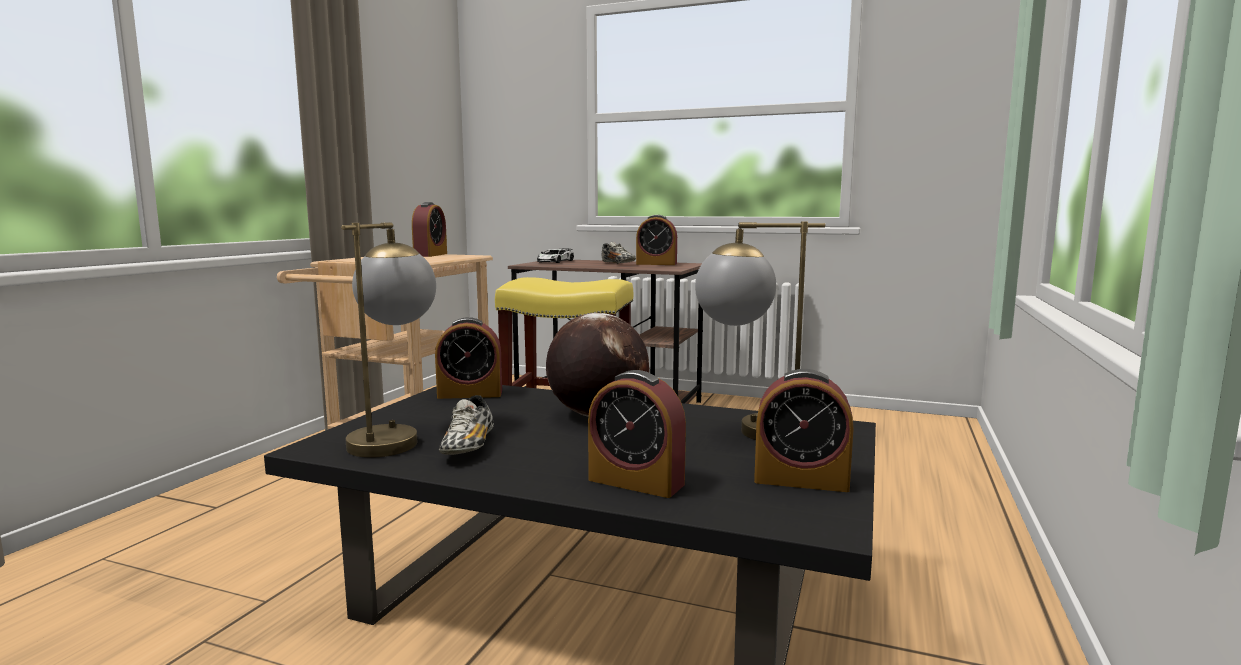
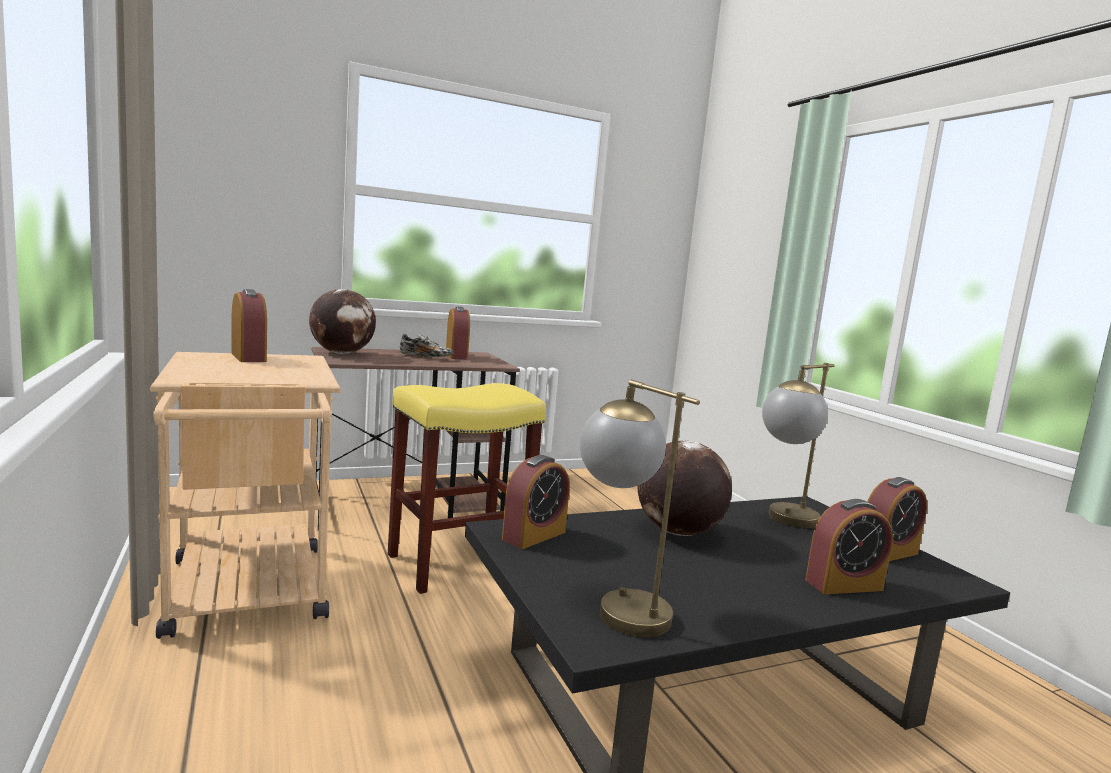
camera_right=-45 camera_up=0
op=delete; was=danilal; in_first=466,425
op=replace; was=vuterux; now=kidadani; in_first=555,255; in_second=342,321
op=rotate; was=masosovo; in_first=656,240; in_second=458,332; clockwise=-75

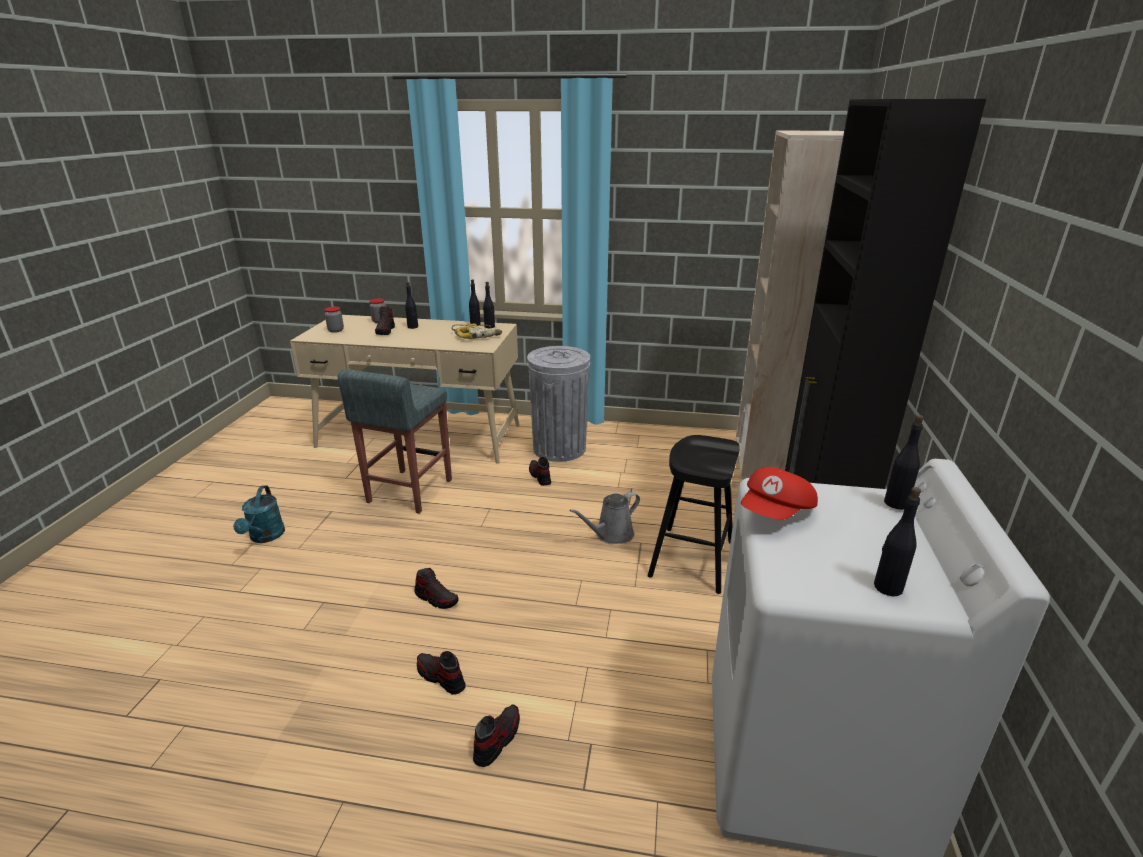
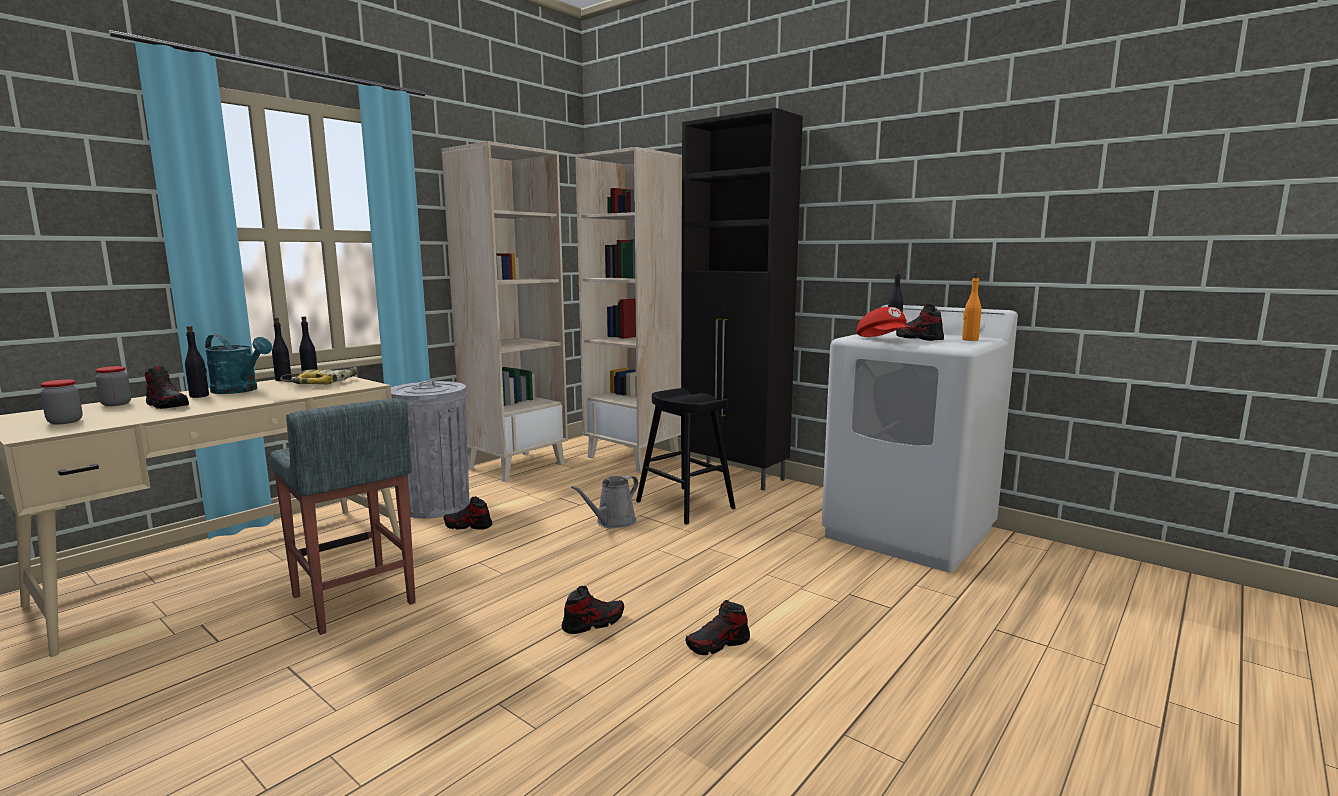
camera_right=-60 camera_up=-15
op=insert; now=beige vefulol; in_second=504,311
op=move; was=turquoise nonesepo; in_first=259,514; in_second=238,364
op=move; was=danilal; in_first=496,735; in_second=920,322
op=recolor; was=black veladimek; now=orange veladimek; in_first=897,542; in_second=971,306
op=rotate; was=grey nonesepo; in_first=605,518; in_second=604,501; clockwise=45

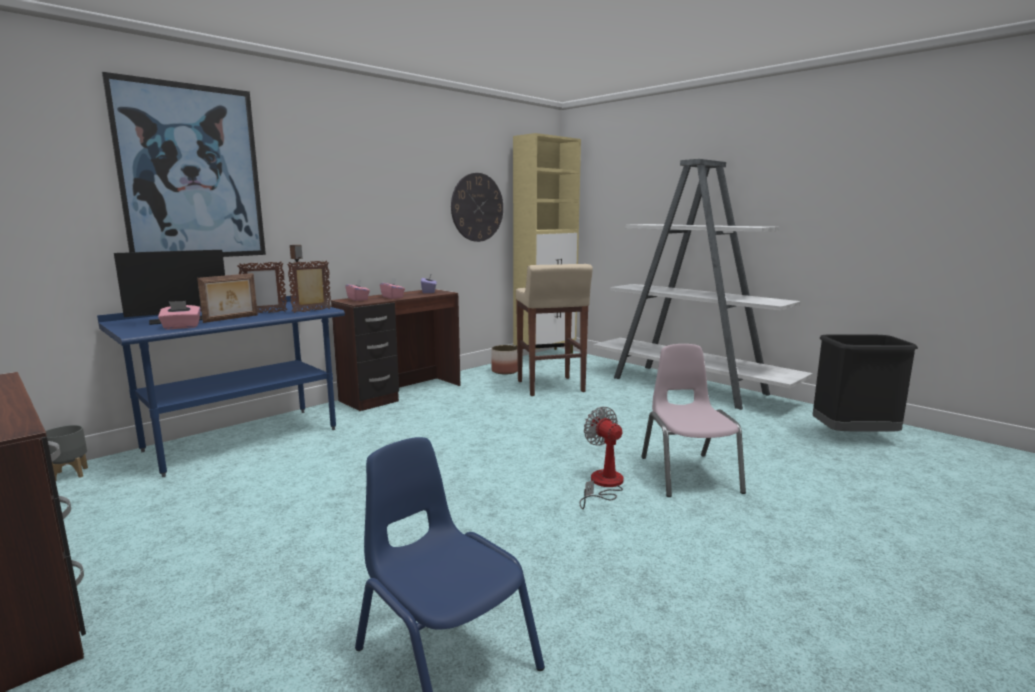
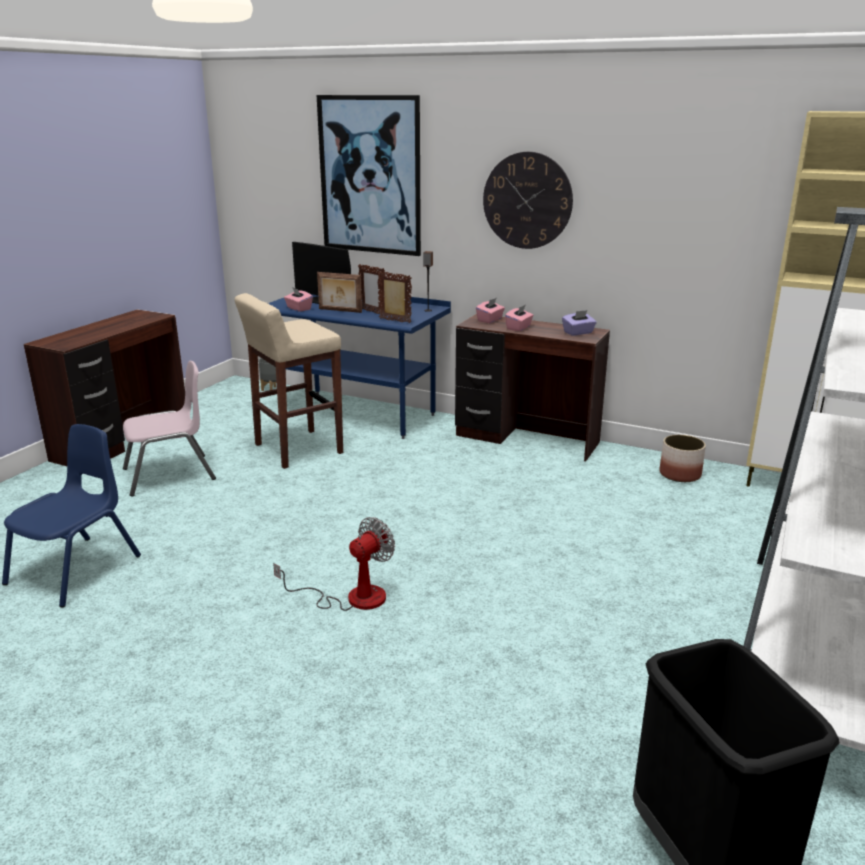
camera_right=70 camera_up=10
op=move; was=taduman; in_first=477,207; in_second=528,200
op=move; was=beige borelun; in_first=554,330; in_second=288,381
op=move; was=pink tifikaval; in_first=693,420; in_second=169,428

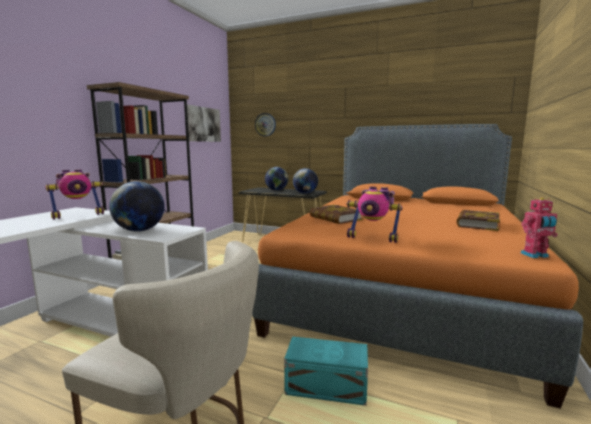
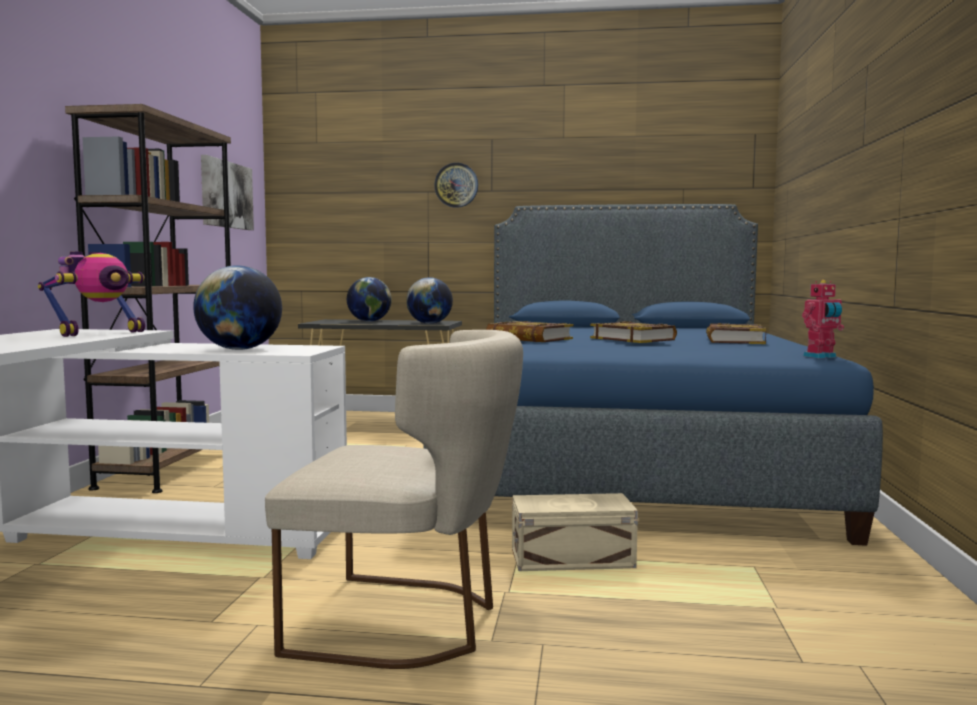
camera_right=-15 camera_up=-5
op=delete; was=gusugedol; in_first=374,215
op=insert; now=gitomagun; in_second=633,332
op=move; was=taduman; in_first=265,124; in_second=456,185
op=recolor; was=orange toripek; now=blue toripek; in_first=417,266; in_second=653,375
op=recolor; was=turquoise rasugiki; now=beige rasugiki; in_first=326,371; in_second=575,532

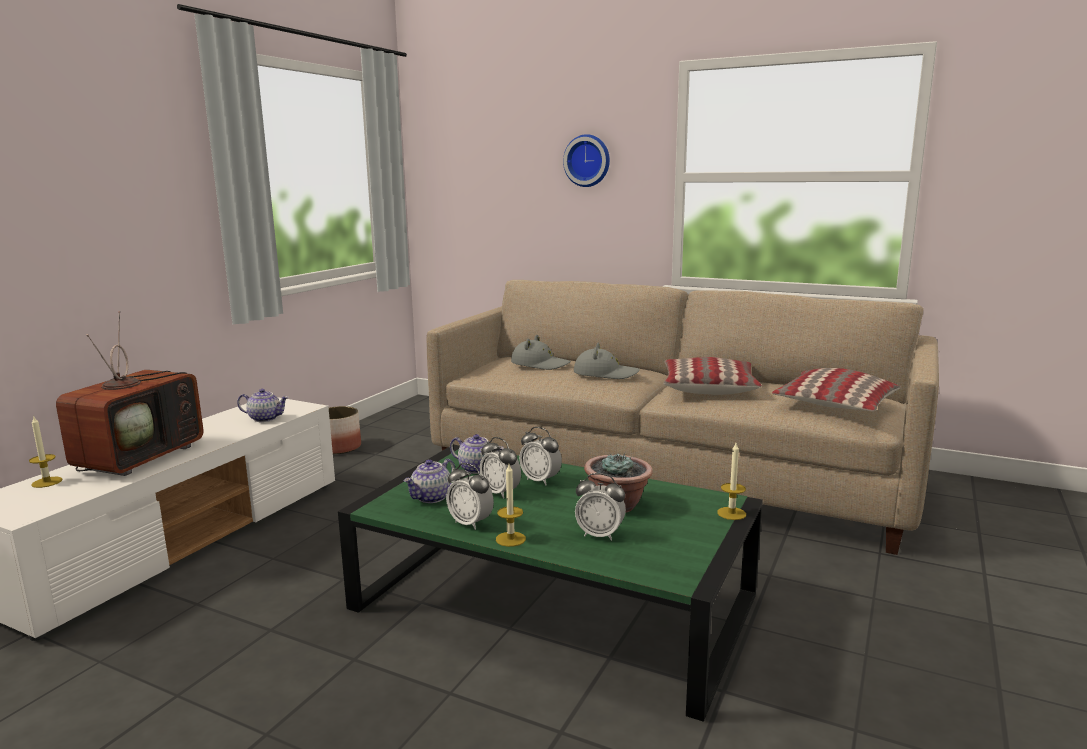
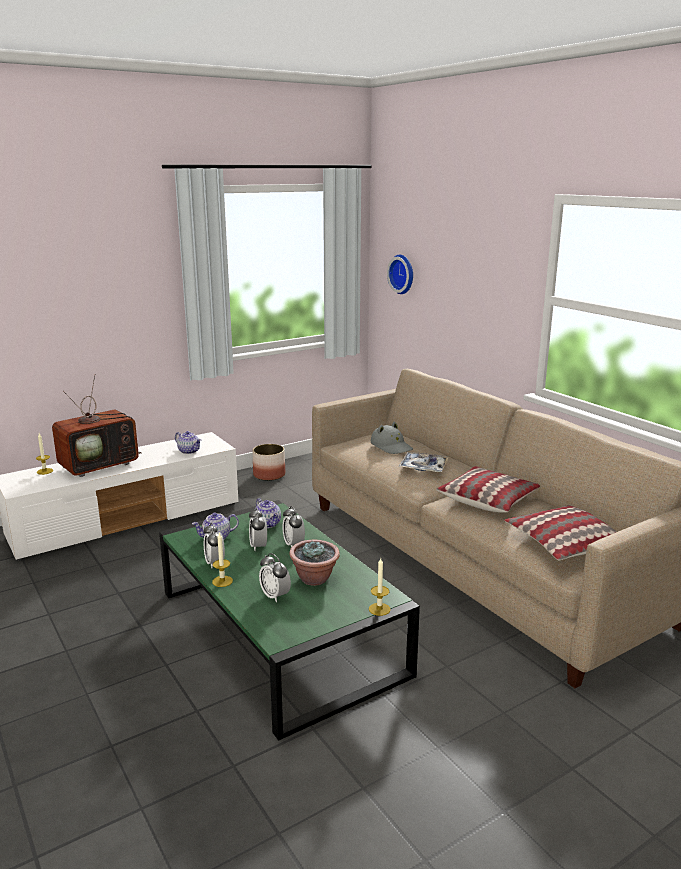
camera_right=30 camera_up=5
op=move; was=taduman; in_first=586,160; in_second=400,274
op=replace; was=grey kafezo; now=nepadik; in_first=607,361; in_second=424,462

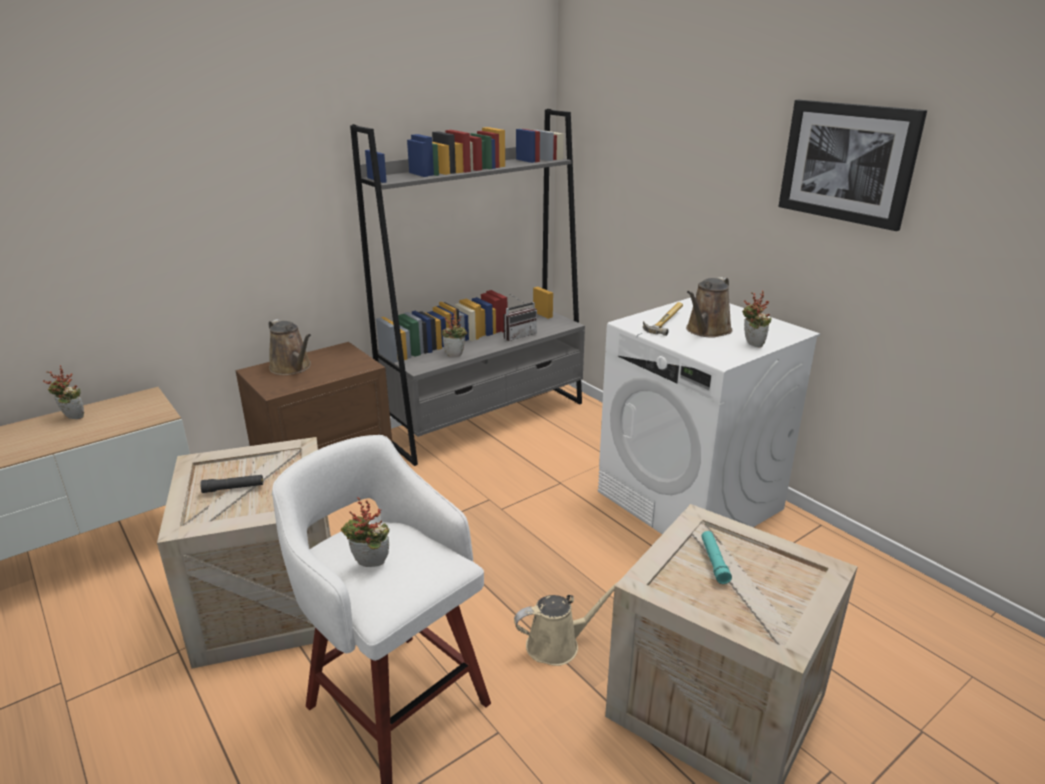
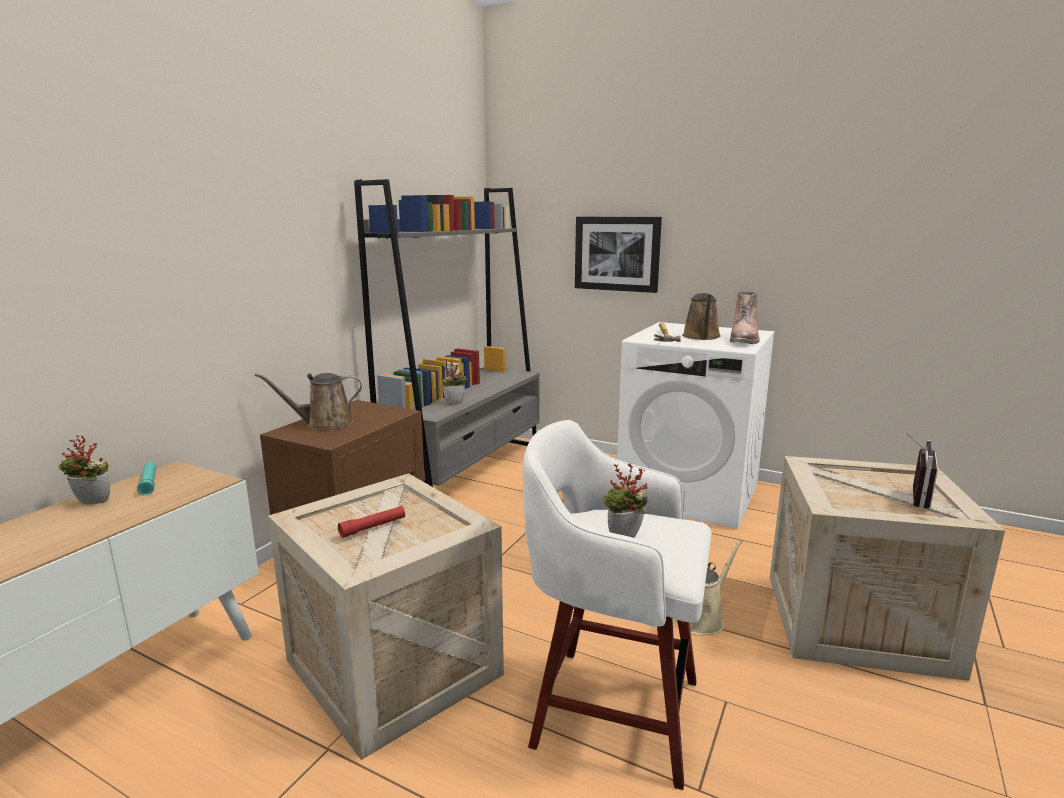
camera_right=-25 camera_up=-10
op=move; was=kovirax; in_first=520,317; in_second=922,471
op=move; was=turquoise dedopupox; in_first=716,557; in_second=147,478
op=move; was=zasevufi; in_first=852,165; in_second=618,255
op=replace; was=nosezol; now=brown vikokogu; in_first=756,319; in_second=745,317
op=recolor; was=black dedopupox; now=red dedopupox; in_first=232,484; in_second=371,522
op=rotate; was=brown nonesepo; in_first=290,347; in_second=308,401; clockwise=135

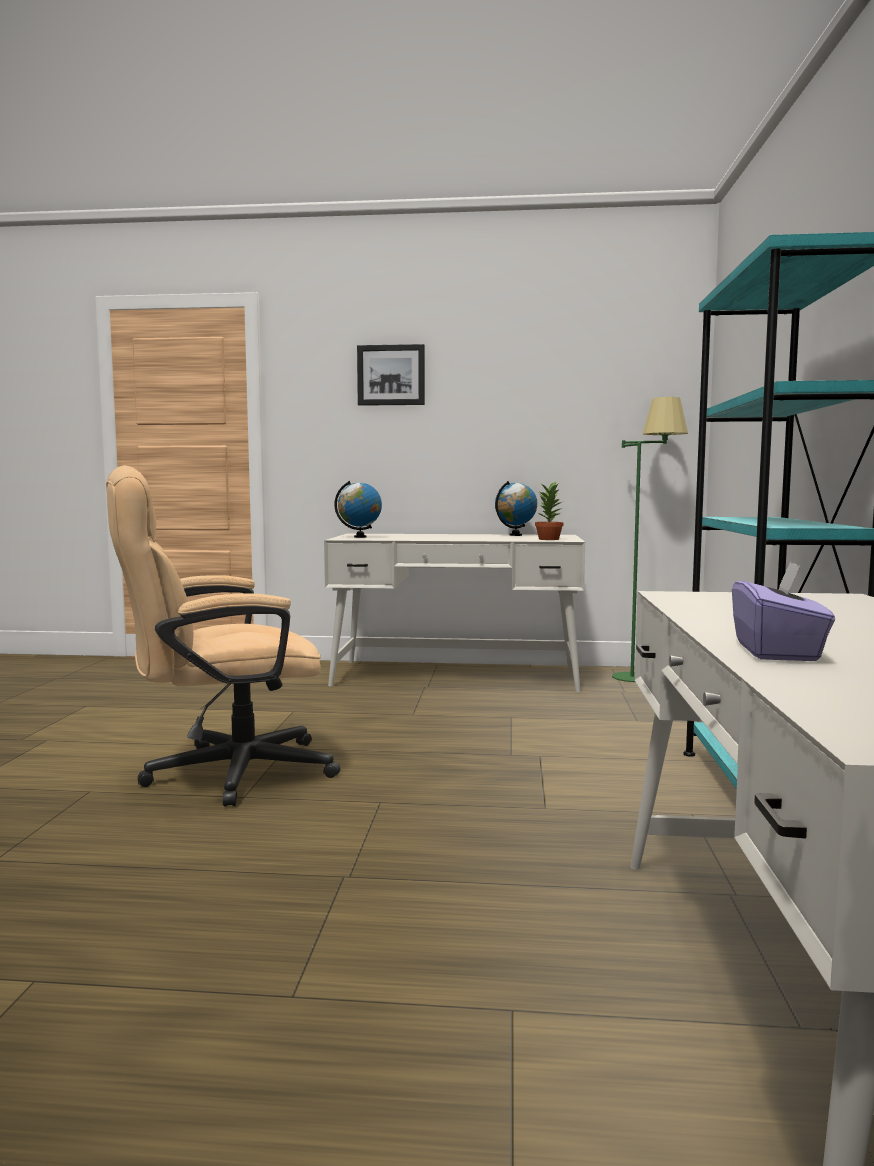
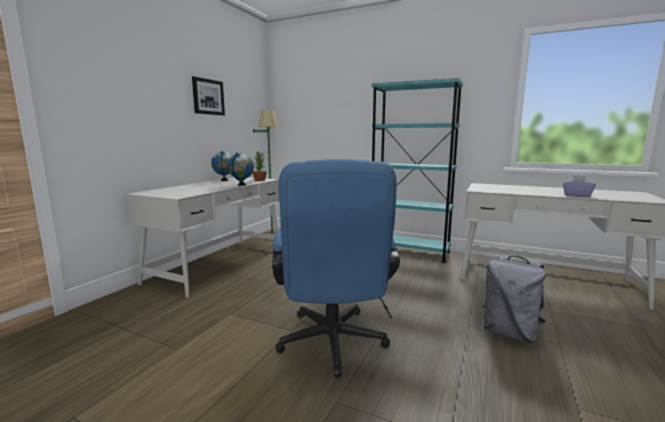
camera_right=-70 camera_up=5
op=insert; now=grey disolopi; in_second=514,299
op=move; was=kidadani; in_first=358,509; in_second=241,169
op=move; was=zasevufi; in_first=391,375; in_second=208,95
op=recolor; was=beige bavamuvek; now=blue bavamuvek; in_first=223,636; in_second=336,268

